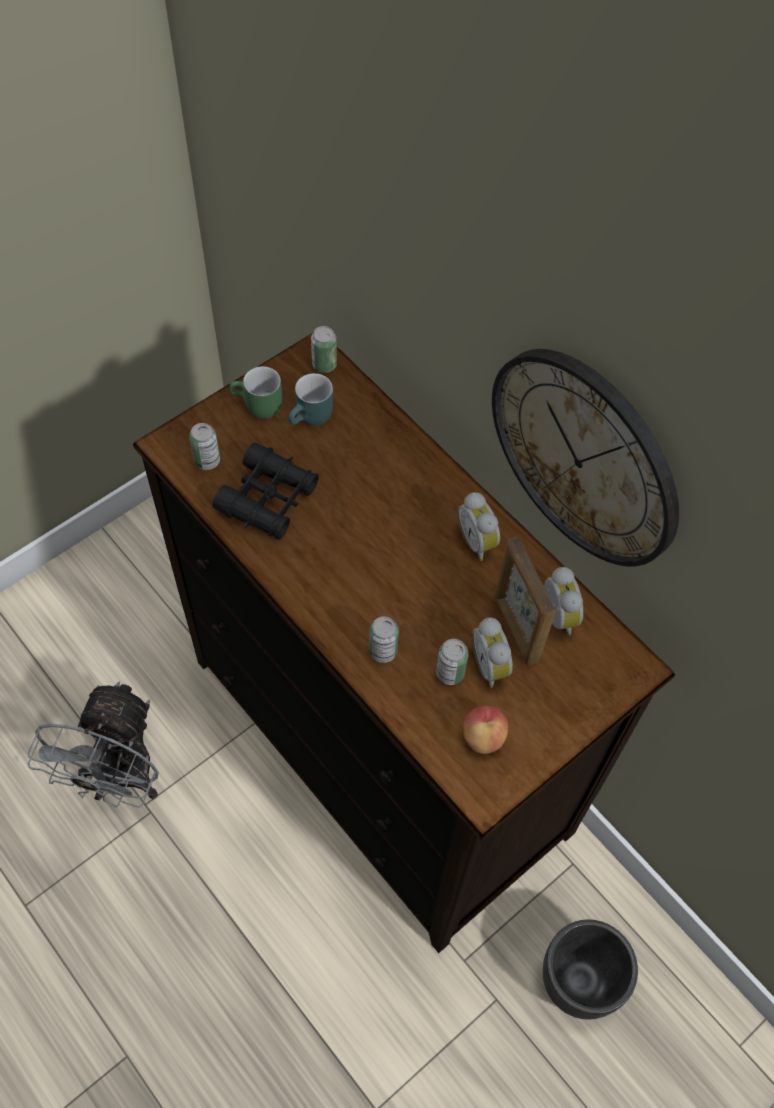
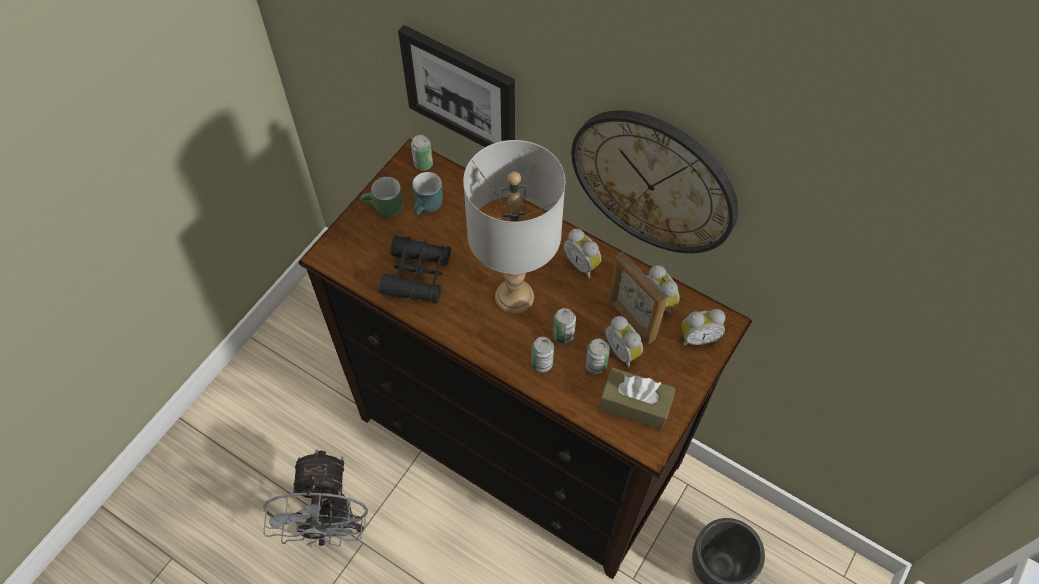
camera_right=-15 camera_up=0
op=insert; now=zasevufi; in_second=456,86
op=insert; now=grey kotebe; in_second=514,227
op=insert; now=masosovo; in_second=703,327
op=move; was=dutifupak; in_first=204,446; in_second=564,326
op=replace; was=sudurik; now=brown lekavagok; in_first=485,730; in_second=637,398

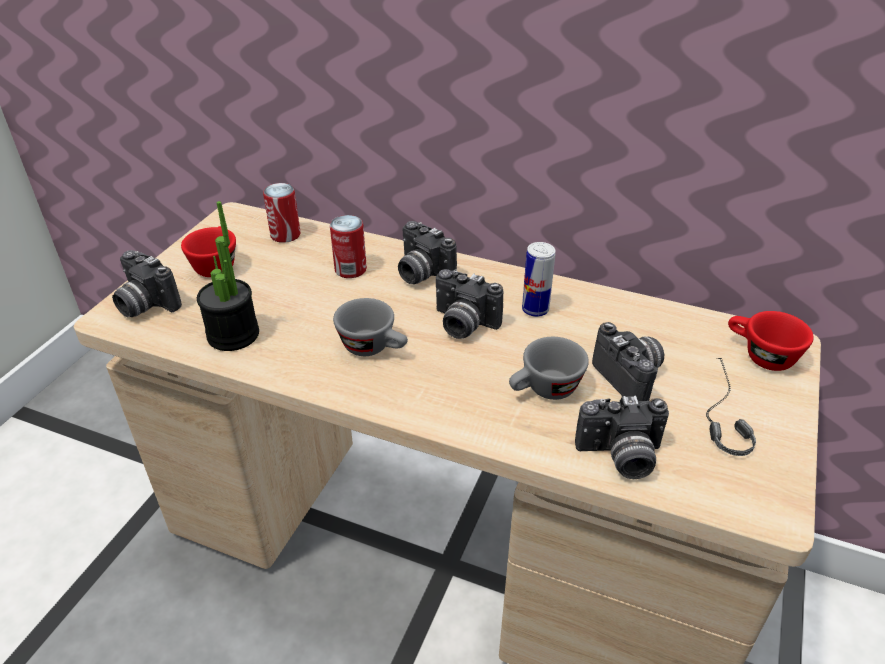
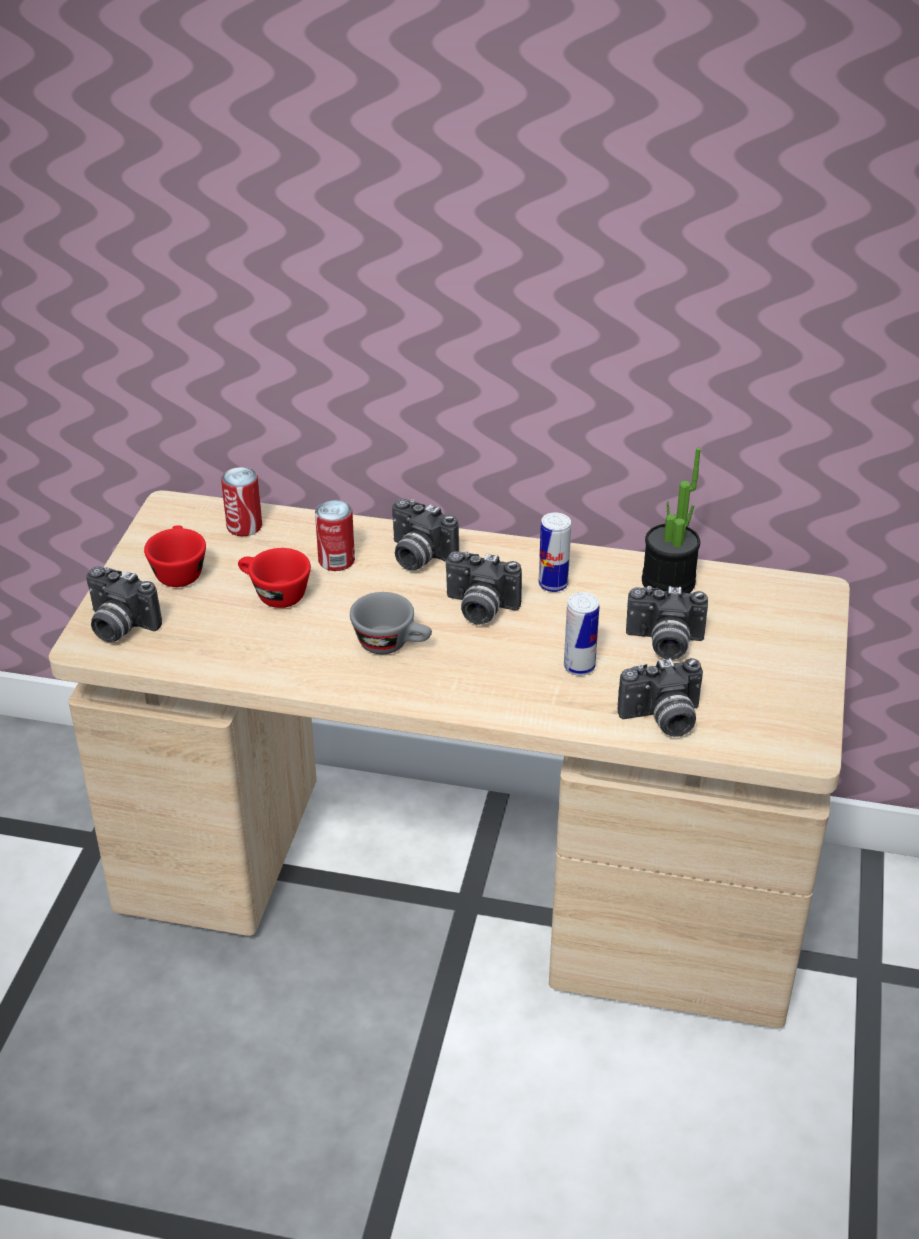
camera_right=-10 camera_up=0
op=delete; was=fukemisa; in_first=731,407
op=move; was=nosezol; in_first=228,276; in_second=671,520
op=move; was=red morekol; in_first=771,341; in_second=274,578
op=replace; was=grey morekol; now=dutifupak; in_first=549,368; in_second=581,634
op=rotate; was=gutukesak; in_first=628,361; in_second=667,623; clockwise=135

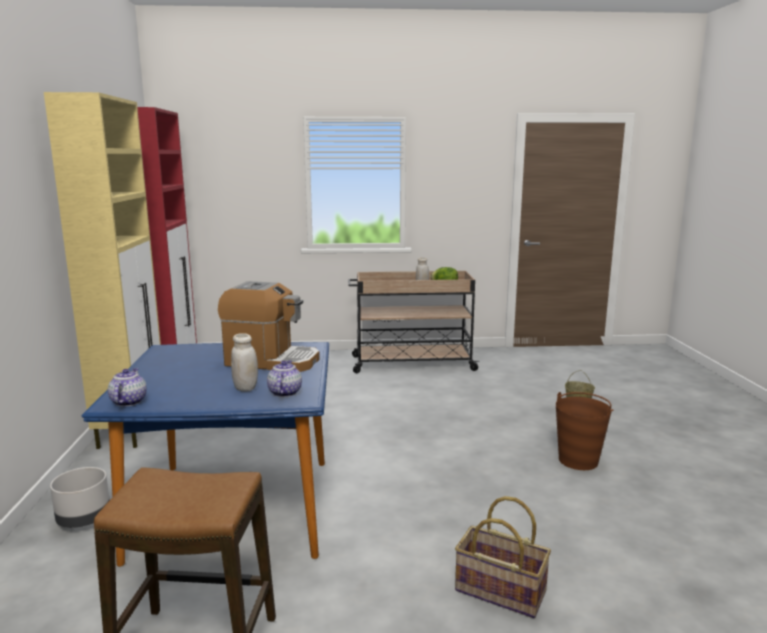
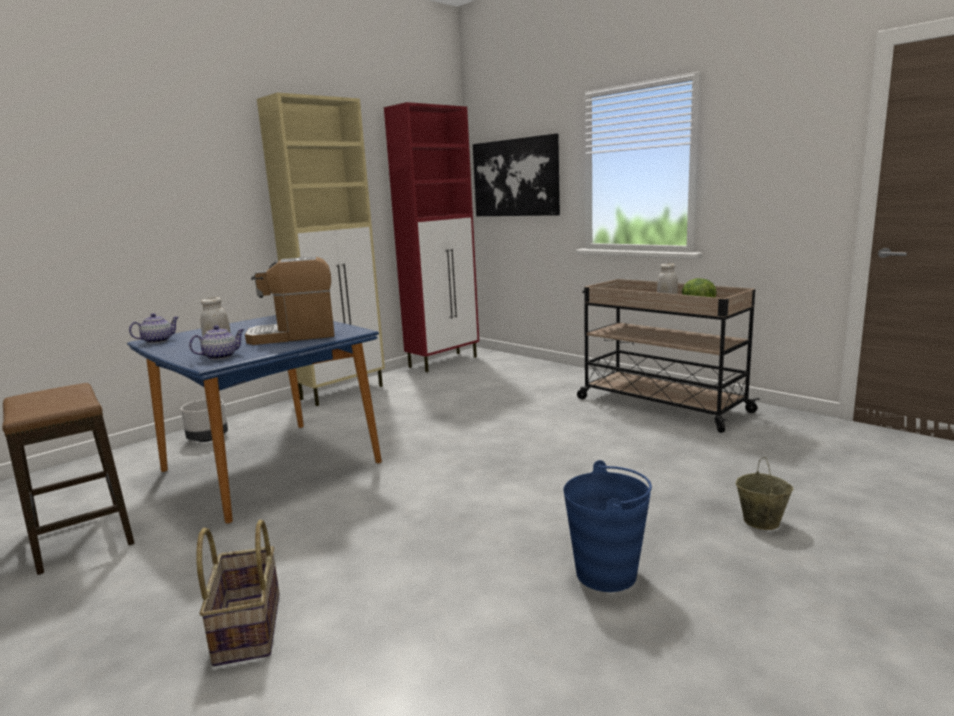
camera_right=50 camera_up=0
op=insert; now=zasevufi; in_second=516,174
op=recolor; was=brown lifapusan; now=blue lifapusan; in_first=585,431; in_second=608,526
op=rotate; was=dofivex; in_first=269,326; in_second=290,301; clockwise=105

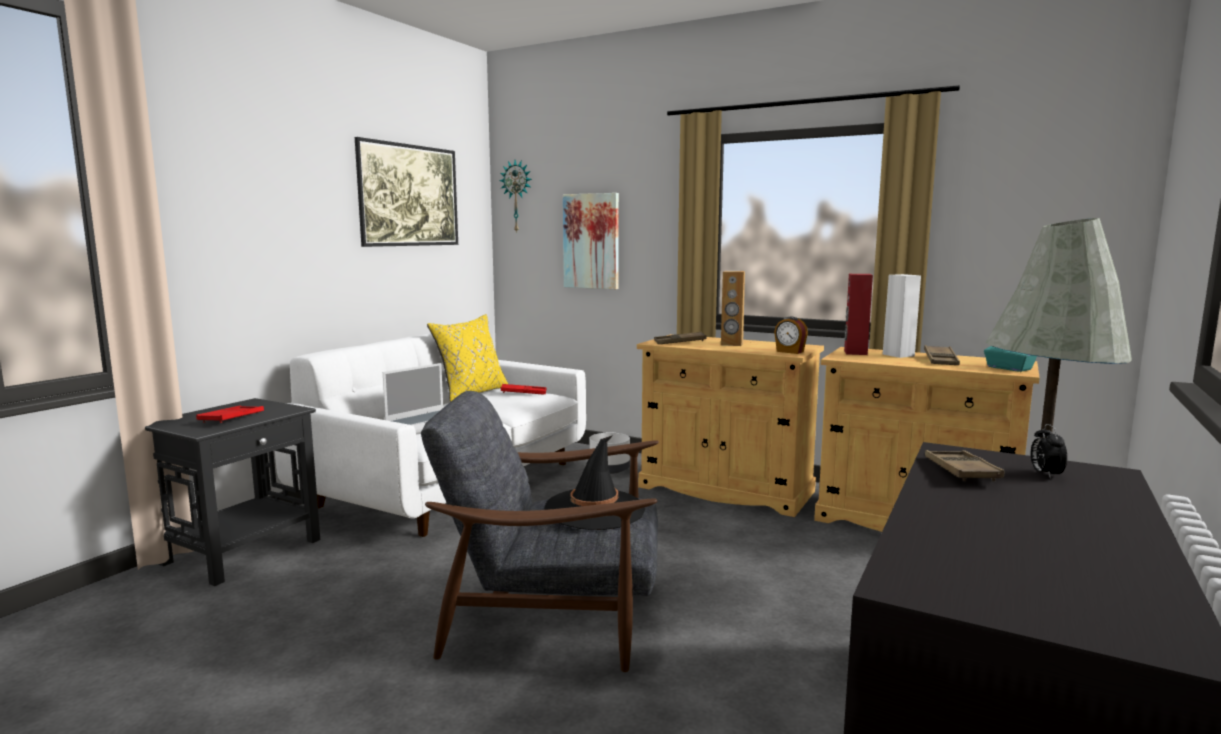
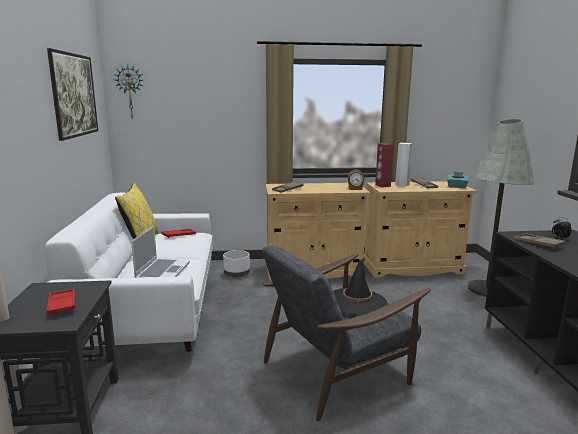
camera_right=-35 camera_up=5
op=delete; was=zasevufi; in_first=591,241
op=delete; was=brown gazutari; in_first=733,308

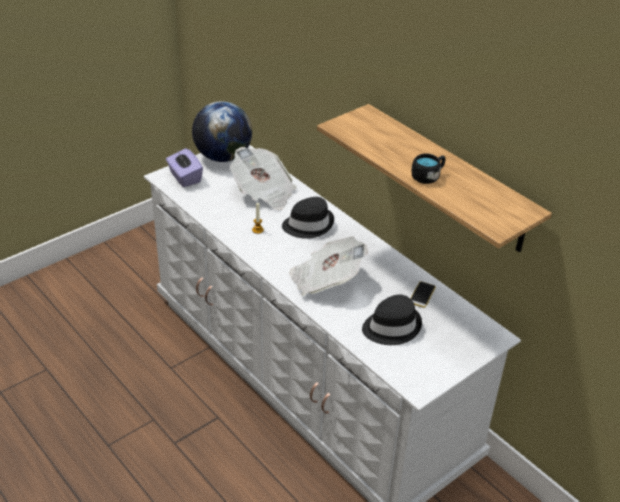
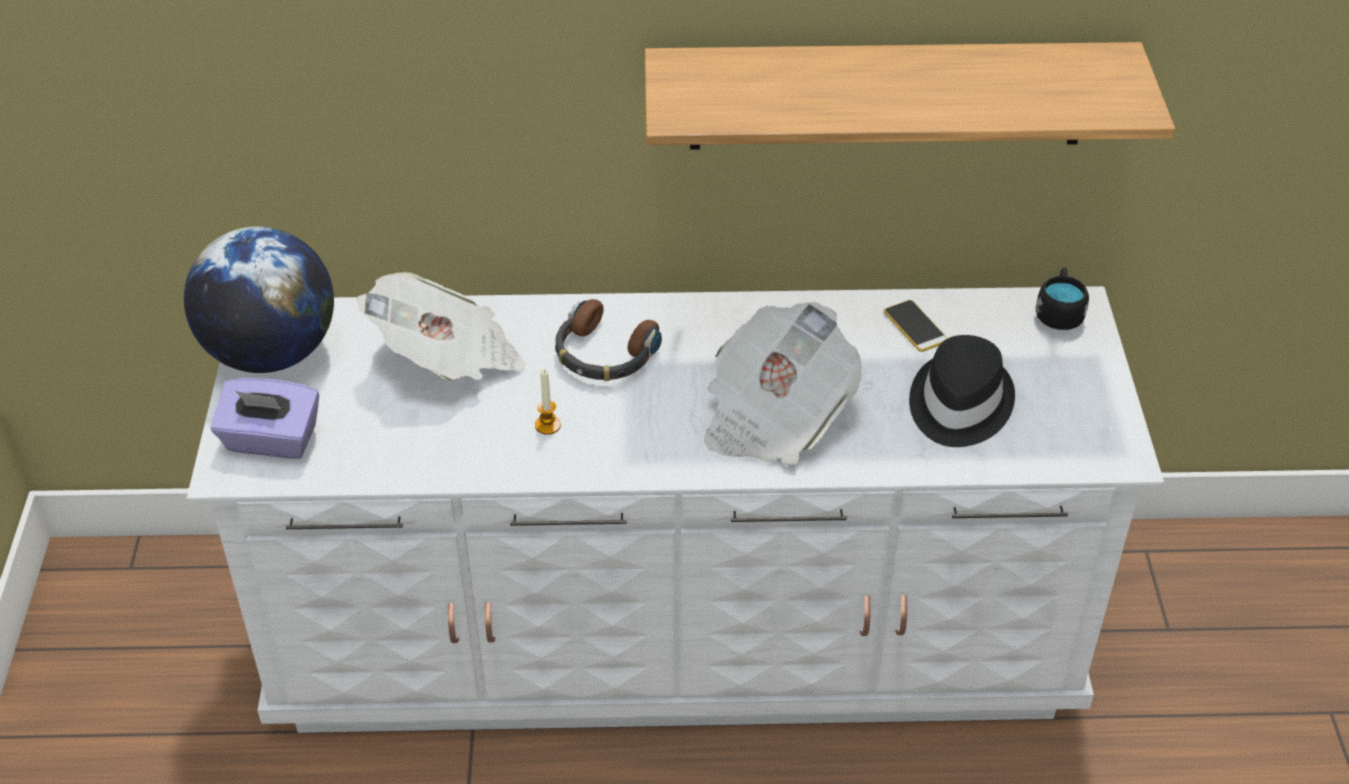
camera_right=-50 camera_up=5
op=move; was=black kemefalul; in_first=429,168; in_second=1062,298
op=replace; was=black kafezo; now=fukemisa; in_first=308,218; in_second=608,340

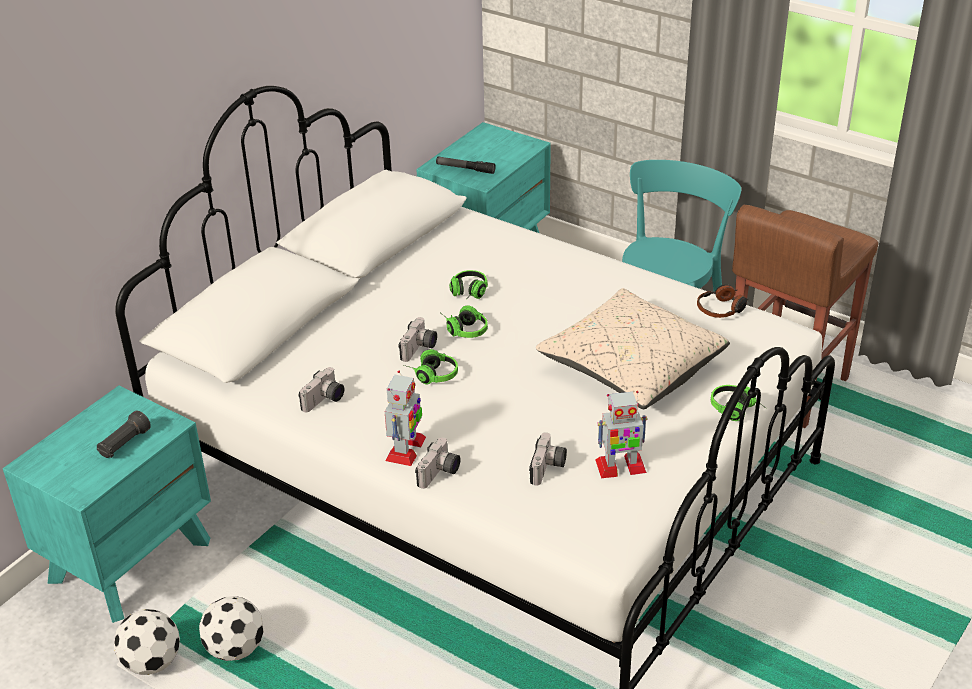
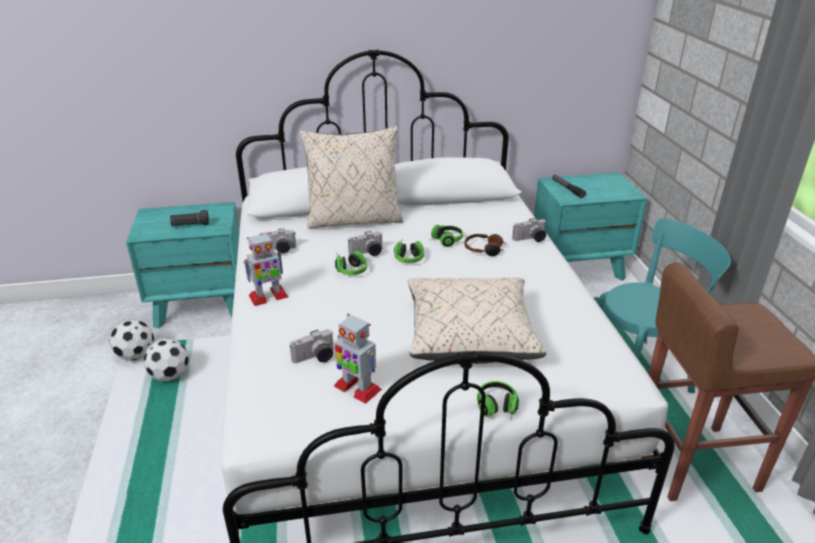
camera_right=45 camera_up=-5
op=insert; now=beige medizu; in_second=351,177
op=move; was=gutukesak; in_first=438,463; in_second=529,230
op=move; was=fukemisa; in_first=723,301; in_second=485,245

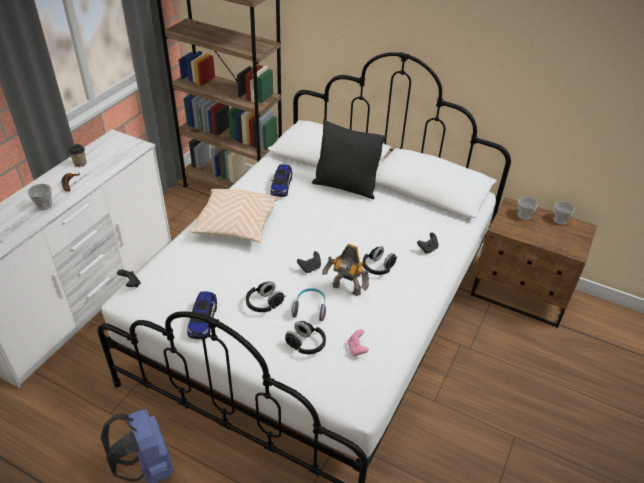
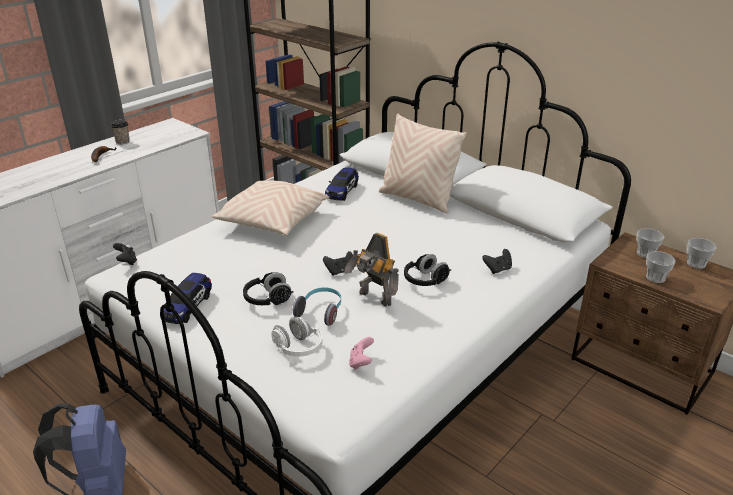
camera_right=15 camera_up=-10
op=move; was=morekol; in_first=39,197; in_second=661,267
op=recolor; was=black fukemisa; now=white fukemisa; in_first=305,337; in_second=297,337
op=recolor; was=black medizu; now=beige medizu; in_first=349,159; in_second=423,163

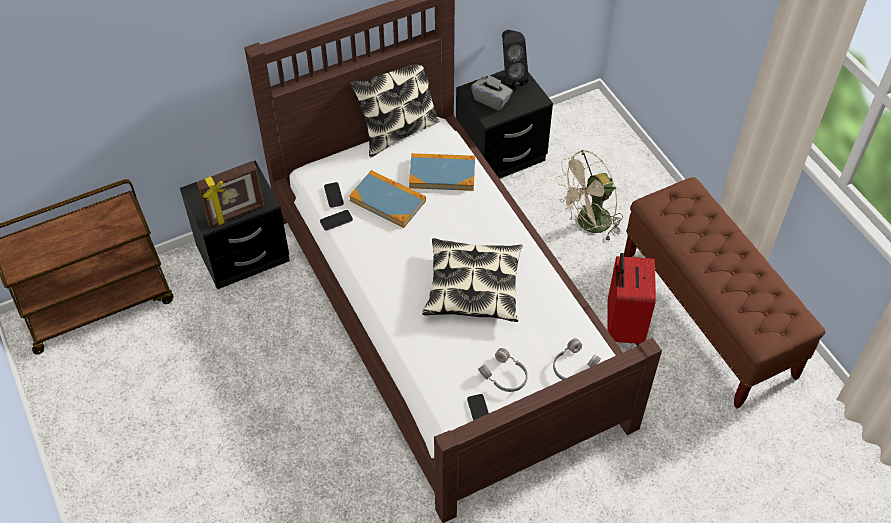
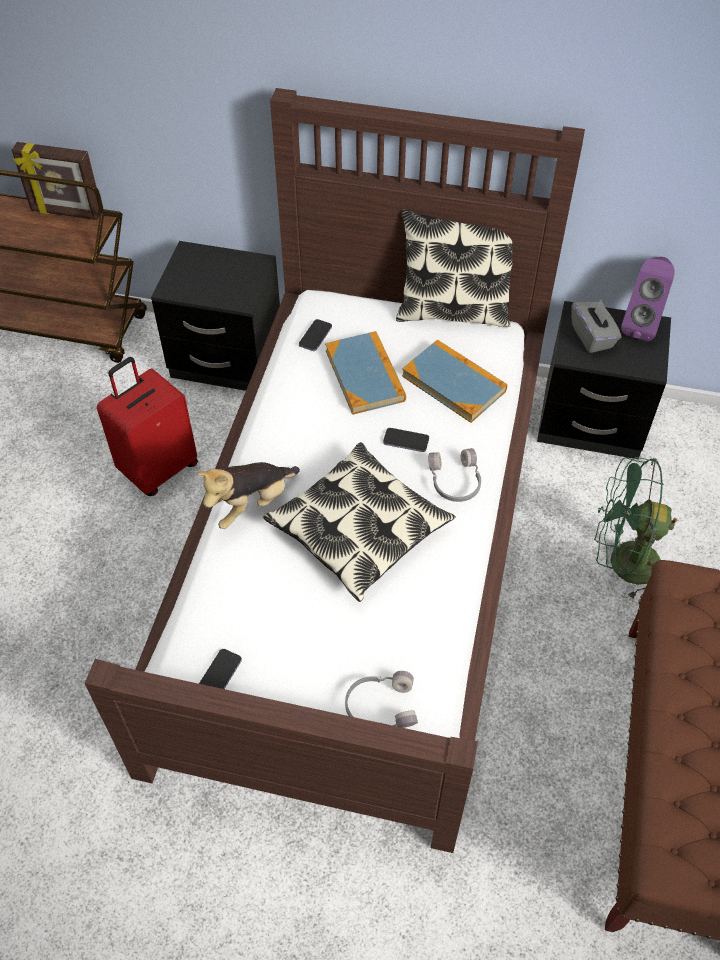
camera_right=40 camera_up=0
op=insert; now=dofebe; in_second=248,495
op=move; was=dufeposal; in_first=230,194; in_second=56,181
op=move; was=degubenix; in_first=336,220; in_second=406,440
op=move; was=grey fukemisa; in_first=503,370; in_second=454,475
op=move; was=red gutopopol; in_first=631,299; in_second=147,426
op=recolor; was=black gazutari; now=purple gazutari; in_first=515,59; in_second=648,299
op=recolor; was=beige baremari; now=green baremari; in_first=589,195; in_second=635,528

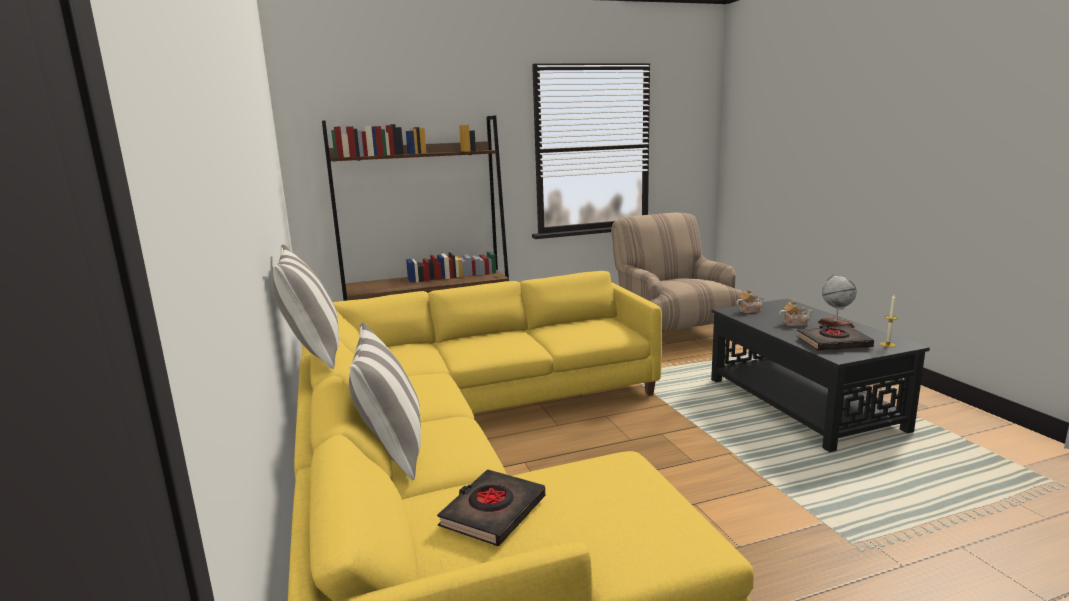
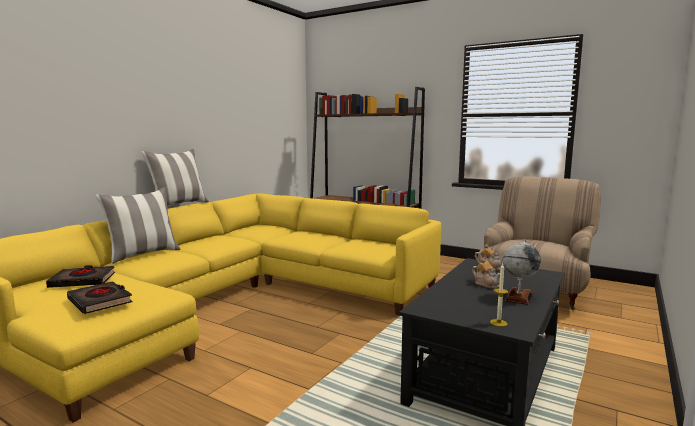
camera_right=50 camera_up=-5
op=move; was=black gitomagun; in_first=835,338; in_second=99,297

